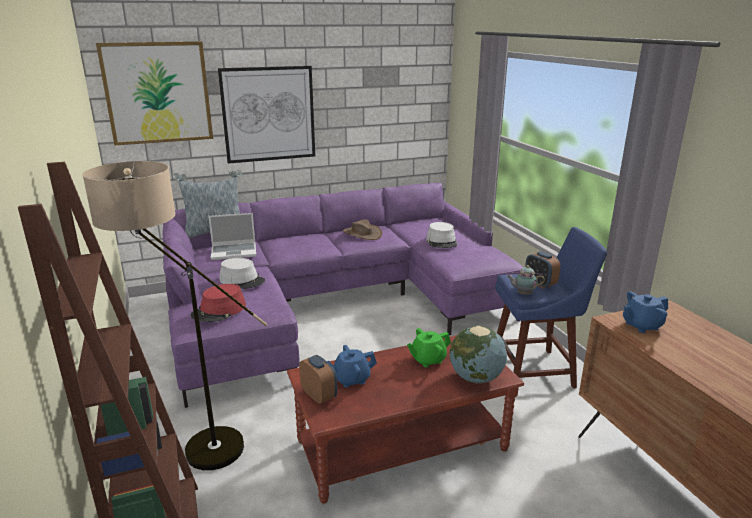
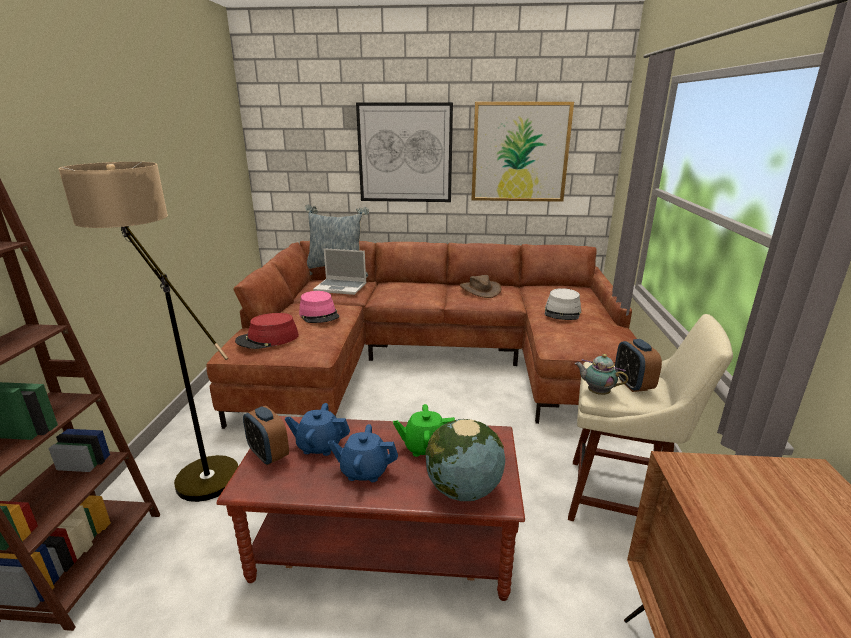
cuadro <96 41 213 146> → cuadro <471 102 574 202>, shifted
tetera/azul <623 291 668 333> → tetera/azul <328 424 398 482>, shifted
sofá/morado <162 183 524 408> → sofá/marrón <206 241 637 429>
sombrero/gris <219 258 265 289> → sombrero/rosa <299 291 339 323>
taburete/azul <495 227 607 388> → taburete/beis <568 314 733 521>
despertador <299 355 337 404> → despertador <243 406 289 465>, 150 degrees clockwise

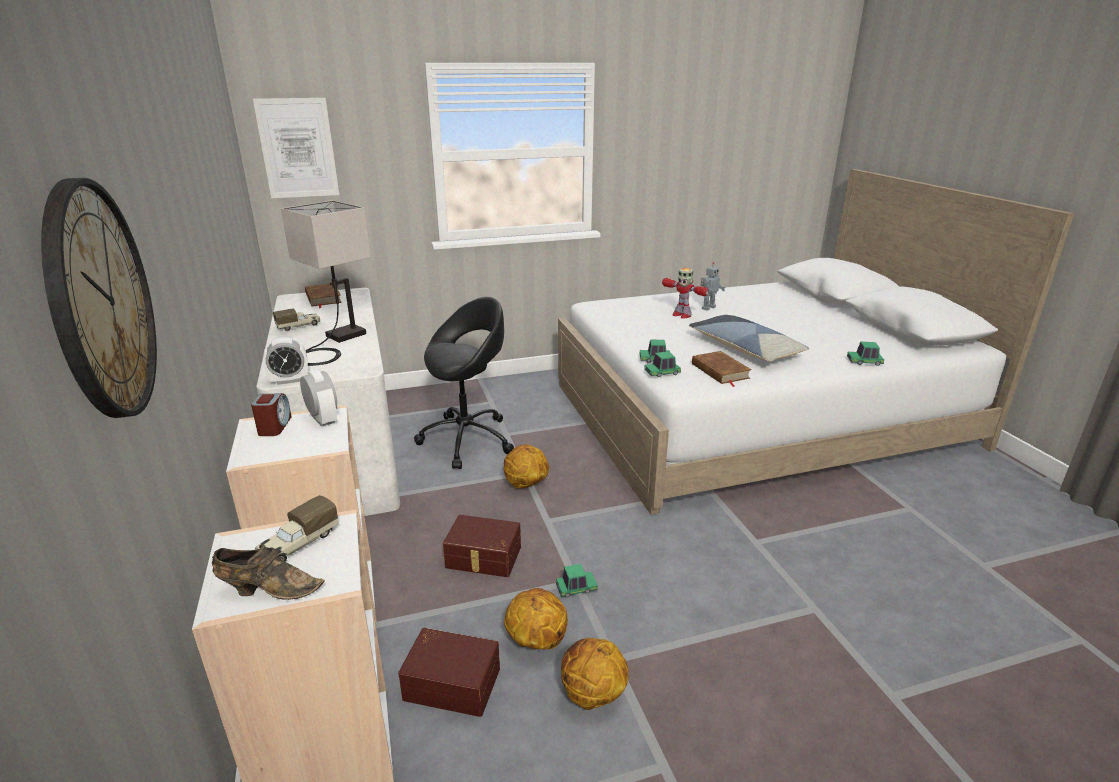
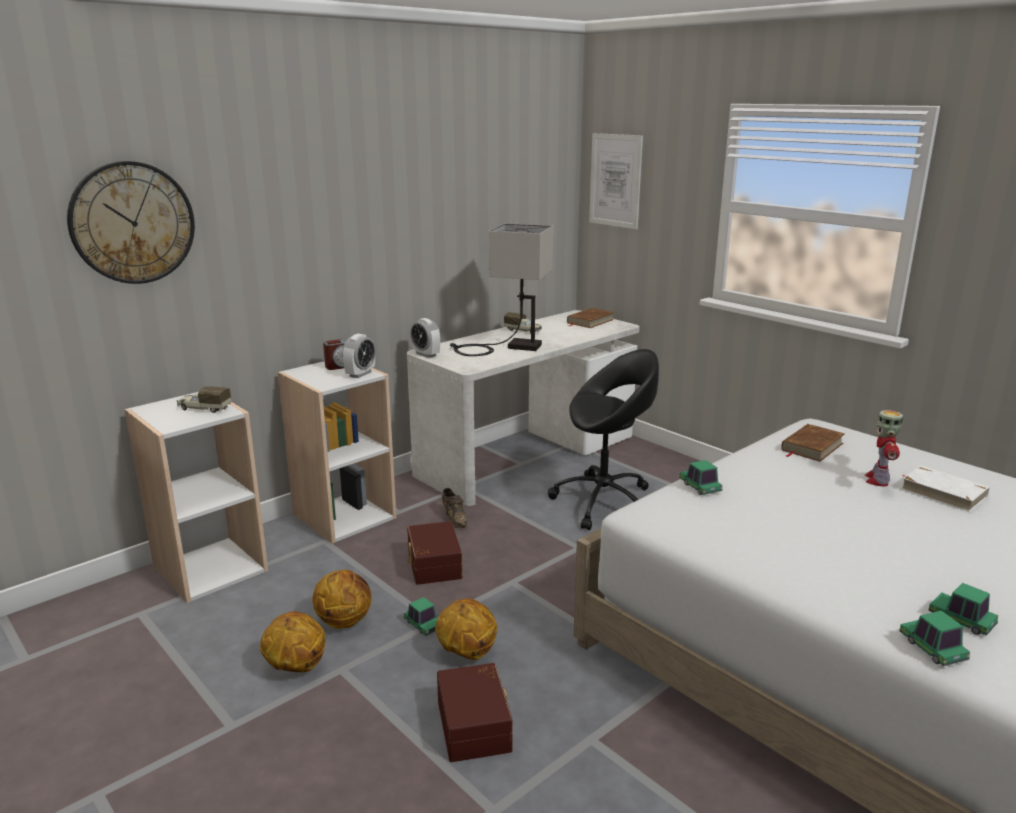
cojín <689 315 809 362> → -
zapato/marrón <212 544 325 600> → zapato/marrón <442 488 467 528>, shifted
caja de almacenaje/marrón <398 628 500 717> → caja de almacenaje/marrón <437 663 512 762>, shifted
balón de baloncesto <504 444 549 489> → balón de baloncesto <435 599 497 660>, shifted
coche de juguete <644 351 681 377> → coche de juguete <928 583 998 636>, shifted
libro/marrón <692 351 751 387> → libro/marrón <781 424 845 462>, shifted
robot de juguete <700 262 726 310> → libro/blanco <900 466 990 512>
silla de oficina/negro <414 297 514 469> → silla de oficina/negro <548 349 659 530>, 45 degrees counterclockwise

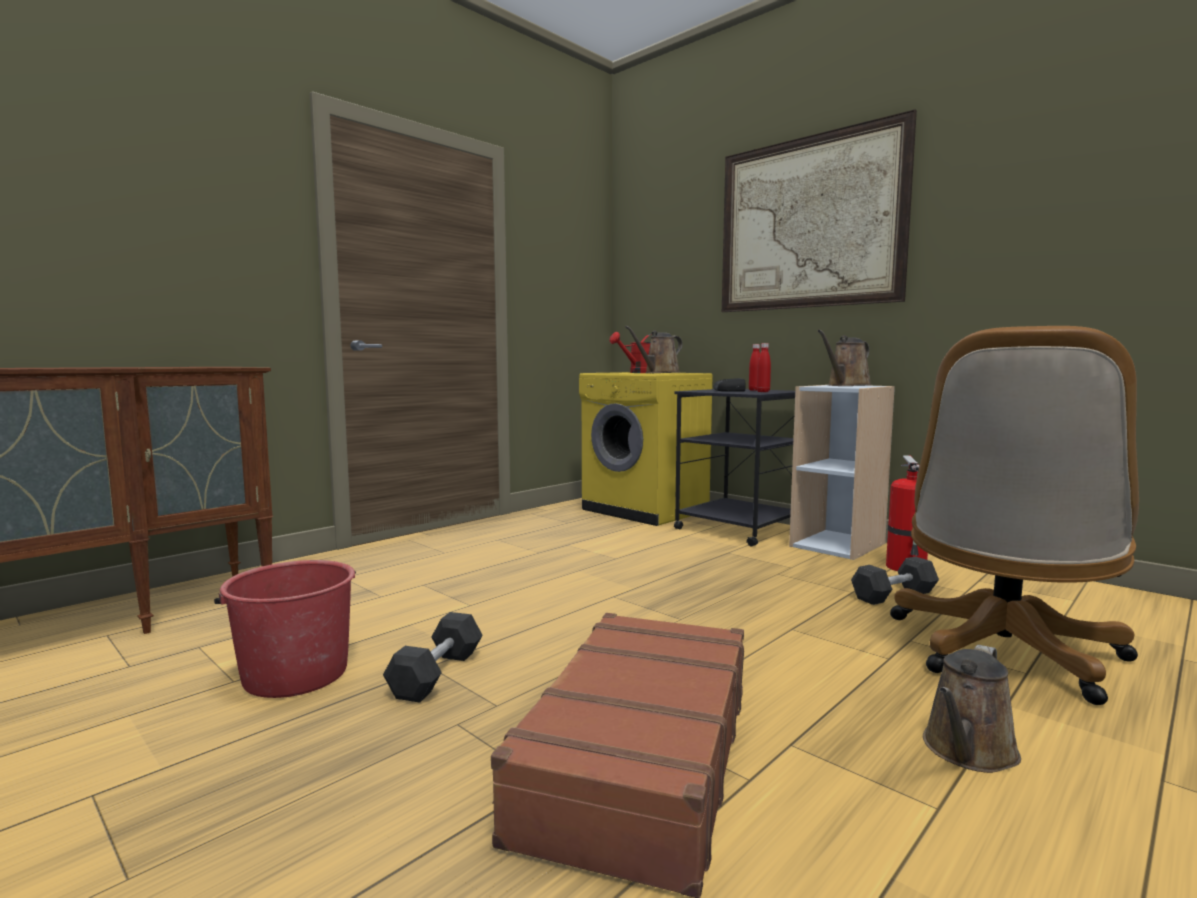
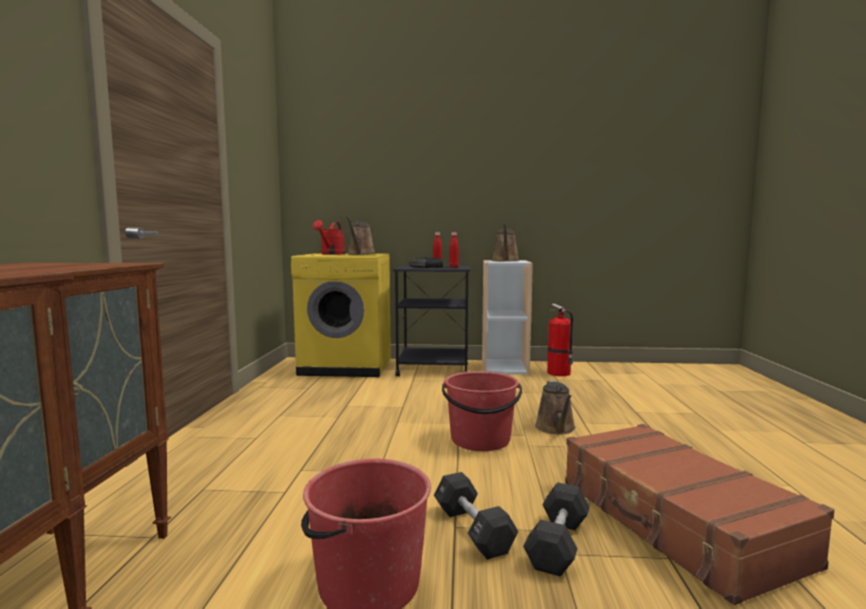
cuadro <722 110 917 312> → -
silla de oficina <890 326 1139 705> → -
- → cubo/rojo <442 371 522 451>
mancuerna/gris <851 556 939 605> → mancuerna/gris <523 482 590 577>, shifted
regadera/marrón <923 645 1021 773> → regadera/marrón <535 380 576 435>, shifted

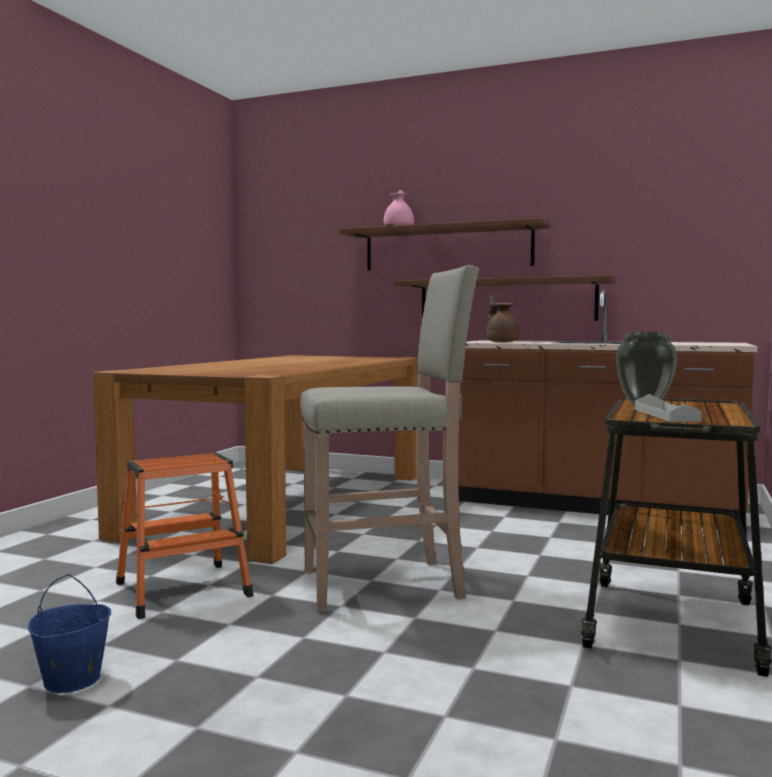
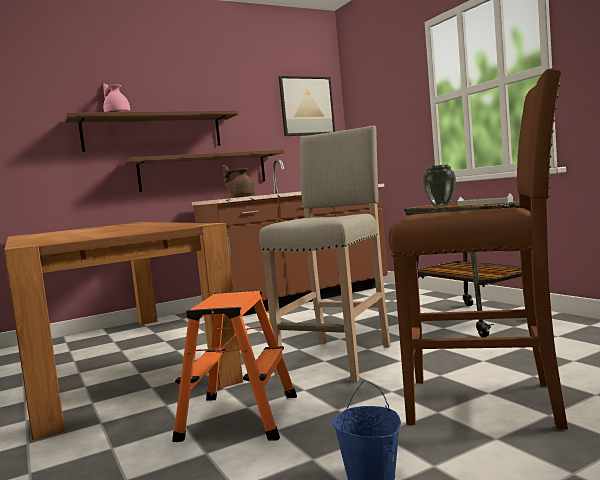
- → cuadro <279 76 335 136>
- → taburete/marrón <389 68 568 430>

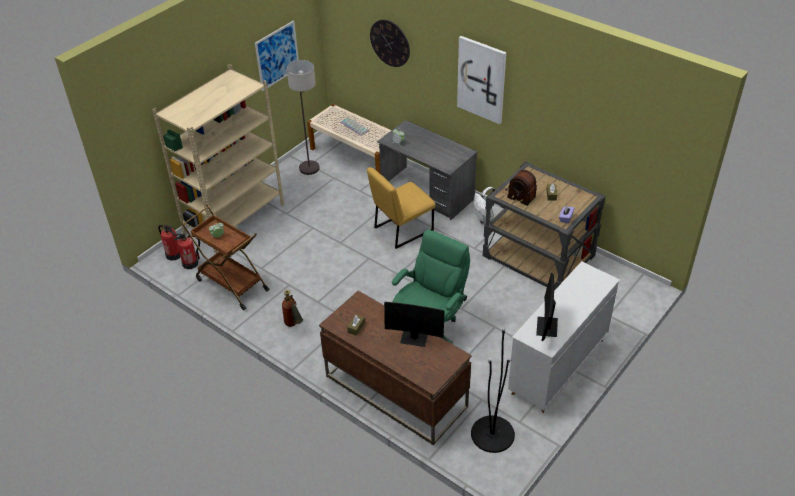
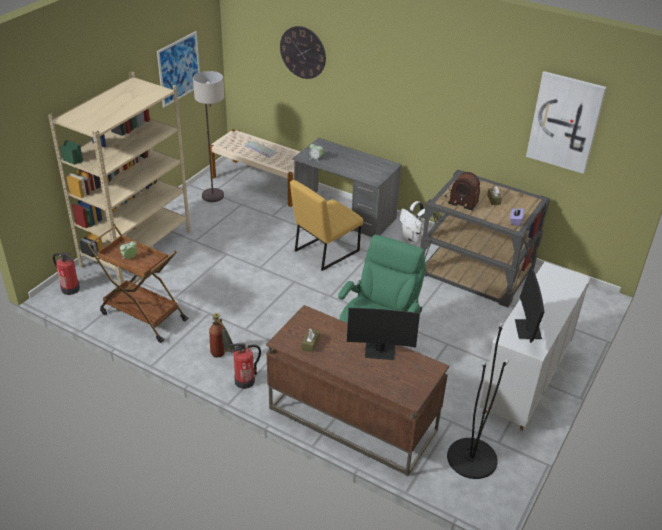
extintor <172 233 200 269> → extintor <230 343 261 389>, shifted
cuadro <457 36 506 124> → cuadro <526 71 606 174>, shifted

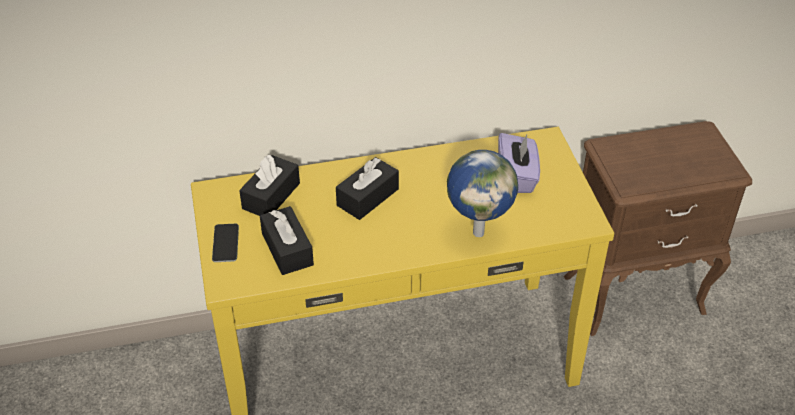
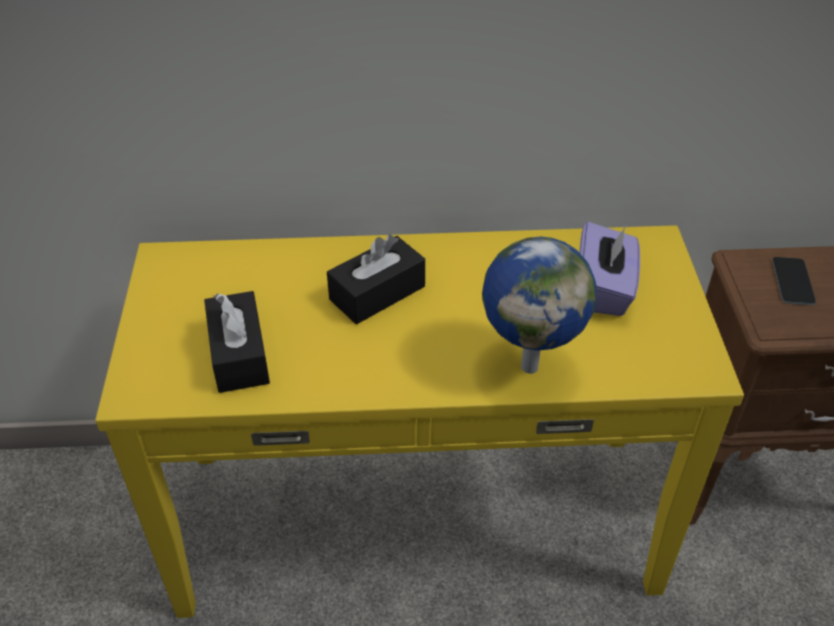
caja de pañuelos/negro <239 155 300 216> → -
móvil <212 224 239 262> → móvil <772 257 816 305>, shifted

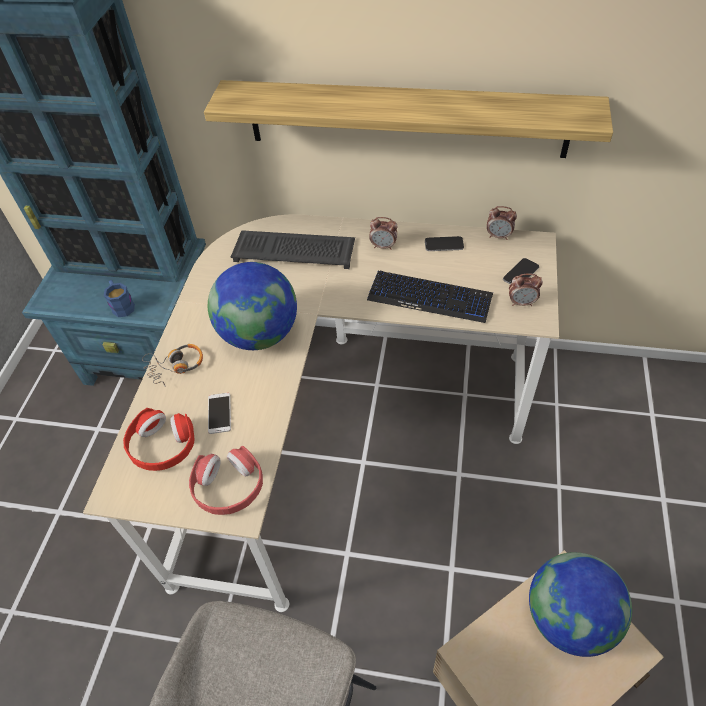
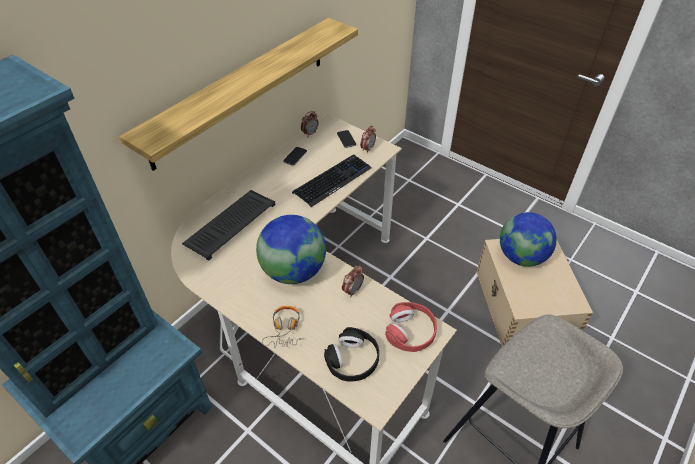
taza grande/azul <104 280 135 317> → -
móvil <208 393 231 434> → -
despertador <369 217 398 250> → despertador <342 265 364 298>, shifted
auriculares/rojo <123 408 194 471> → auriculares/negro <324 327 379 382>

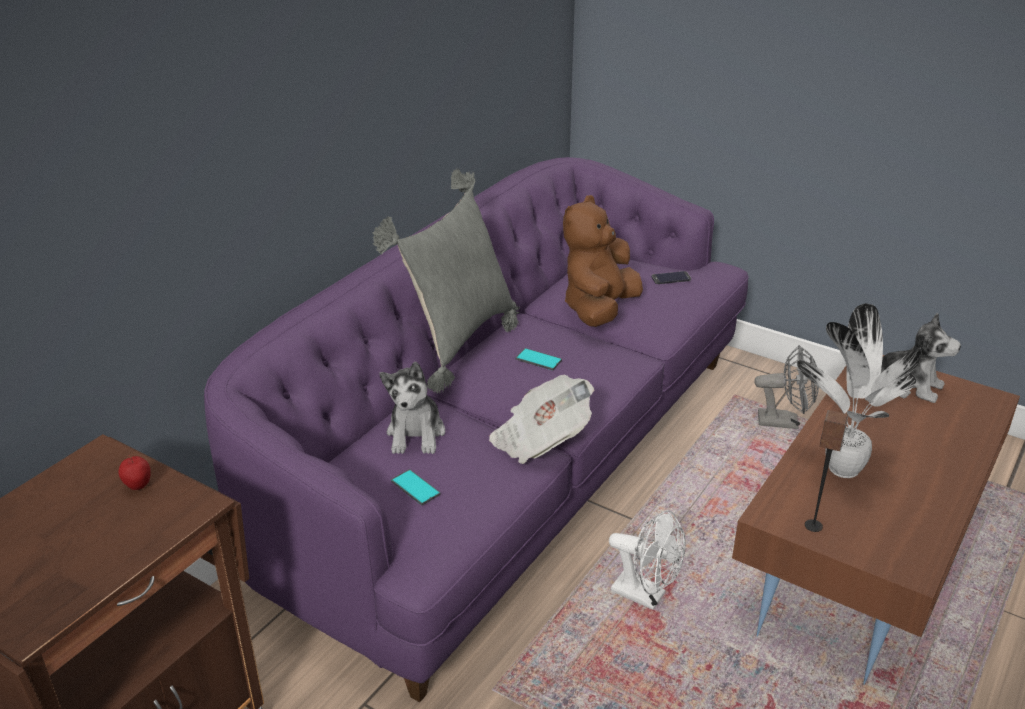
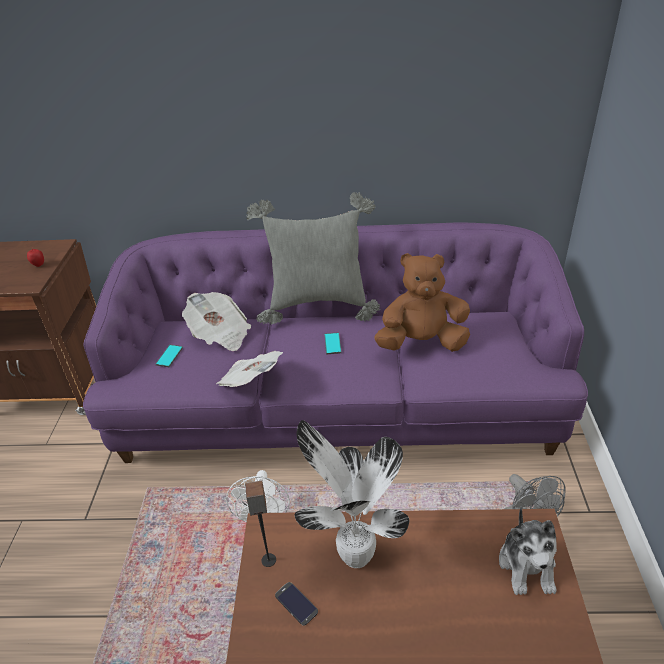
móvil <652 271 691 284> → móvil <275 582 318 626>, shifted
peluche <380 362 445 454> → periódico <182 292 251 351>

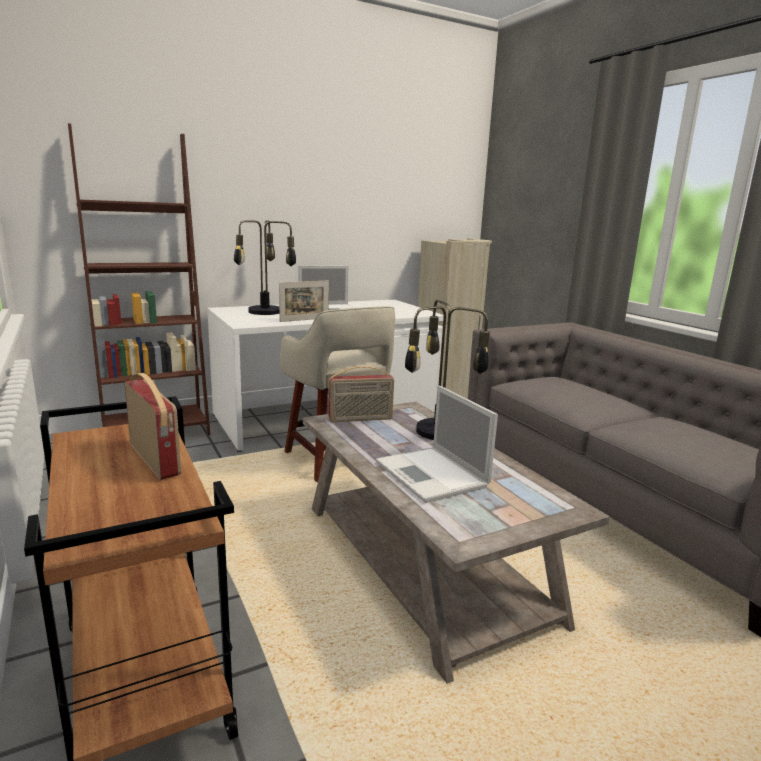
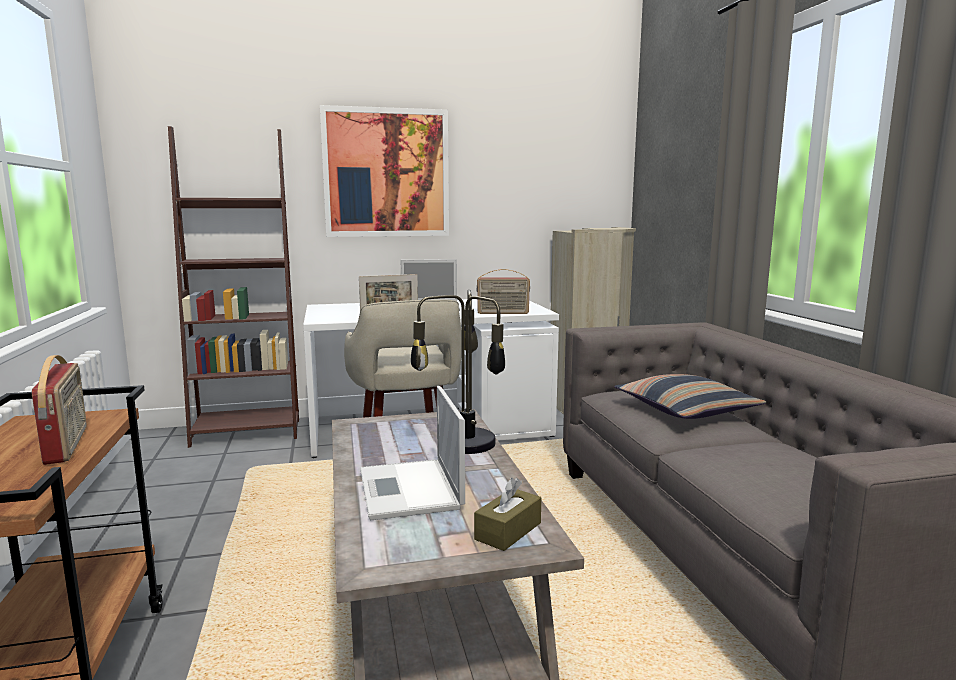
lámpara de mesa <234 220 296 315> → -
- → cuadro <320 105 449 237>
- → caja de pañuelos/marrón <474 478 541 551>
- → cojín <615 374 766 419>
radio <328 366 394 422> → radio <477 269 530 314>, shifted

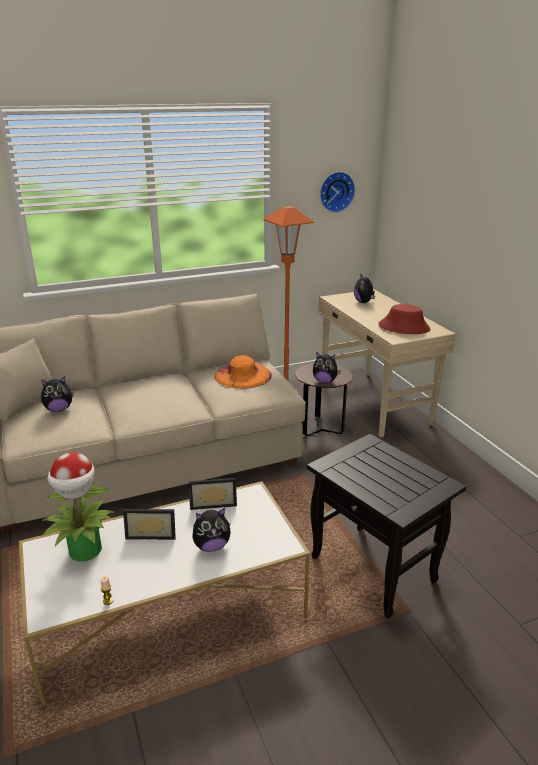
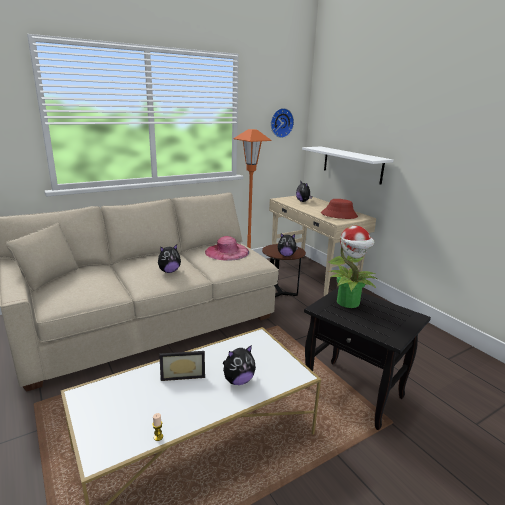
portarretratos <188 478 237 510> → -
- → estante/blanco <302 147 393 185>
peluche <41 376 74 412> → peluche <158 244 181 273>, shifted
planta en maceta <42 452 114 562> → planta en maceta <328 226 377 308>, shifted
sombrero/naranja <214 355 272 389> → sombrero/rosa <205 236 249 261>

